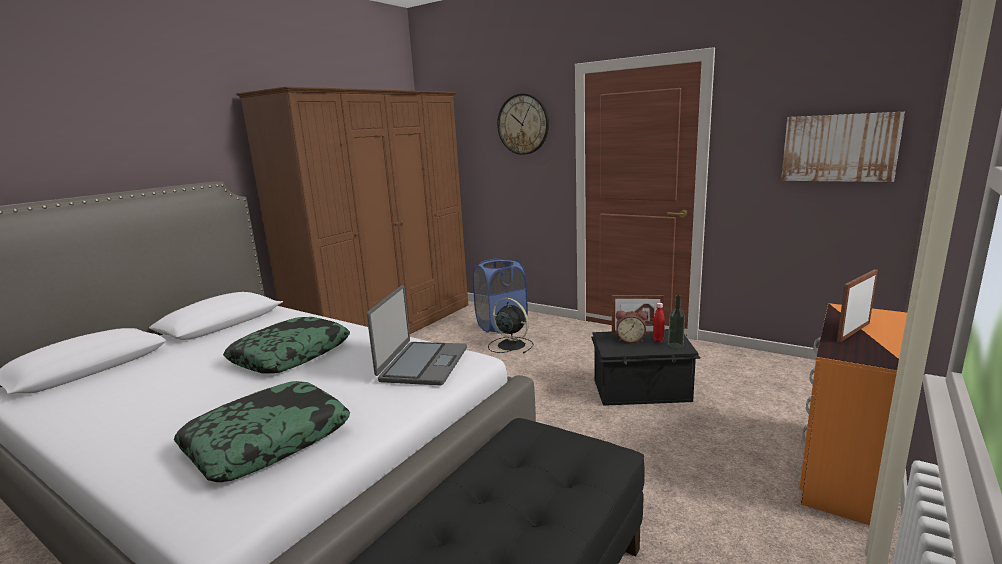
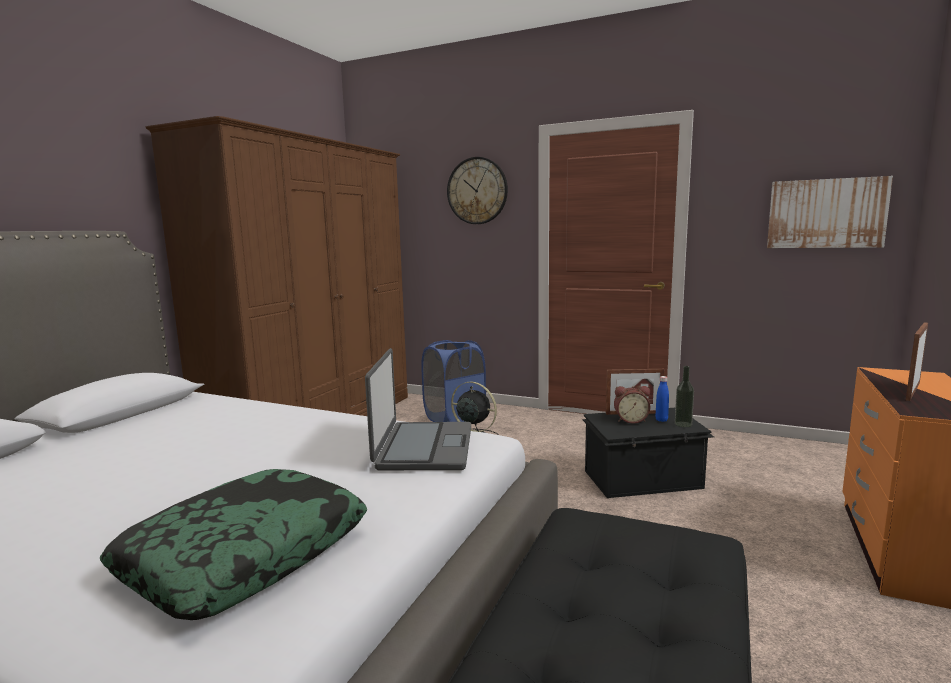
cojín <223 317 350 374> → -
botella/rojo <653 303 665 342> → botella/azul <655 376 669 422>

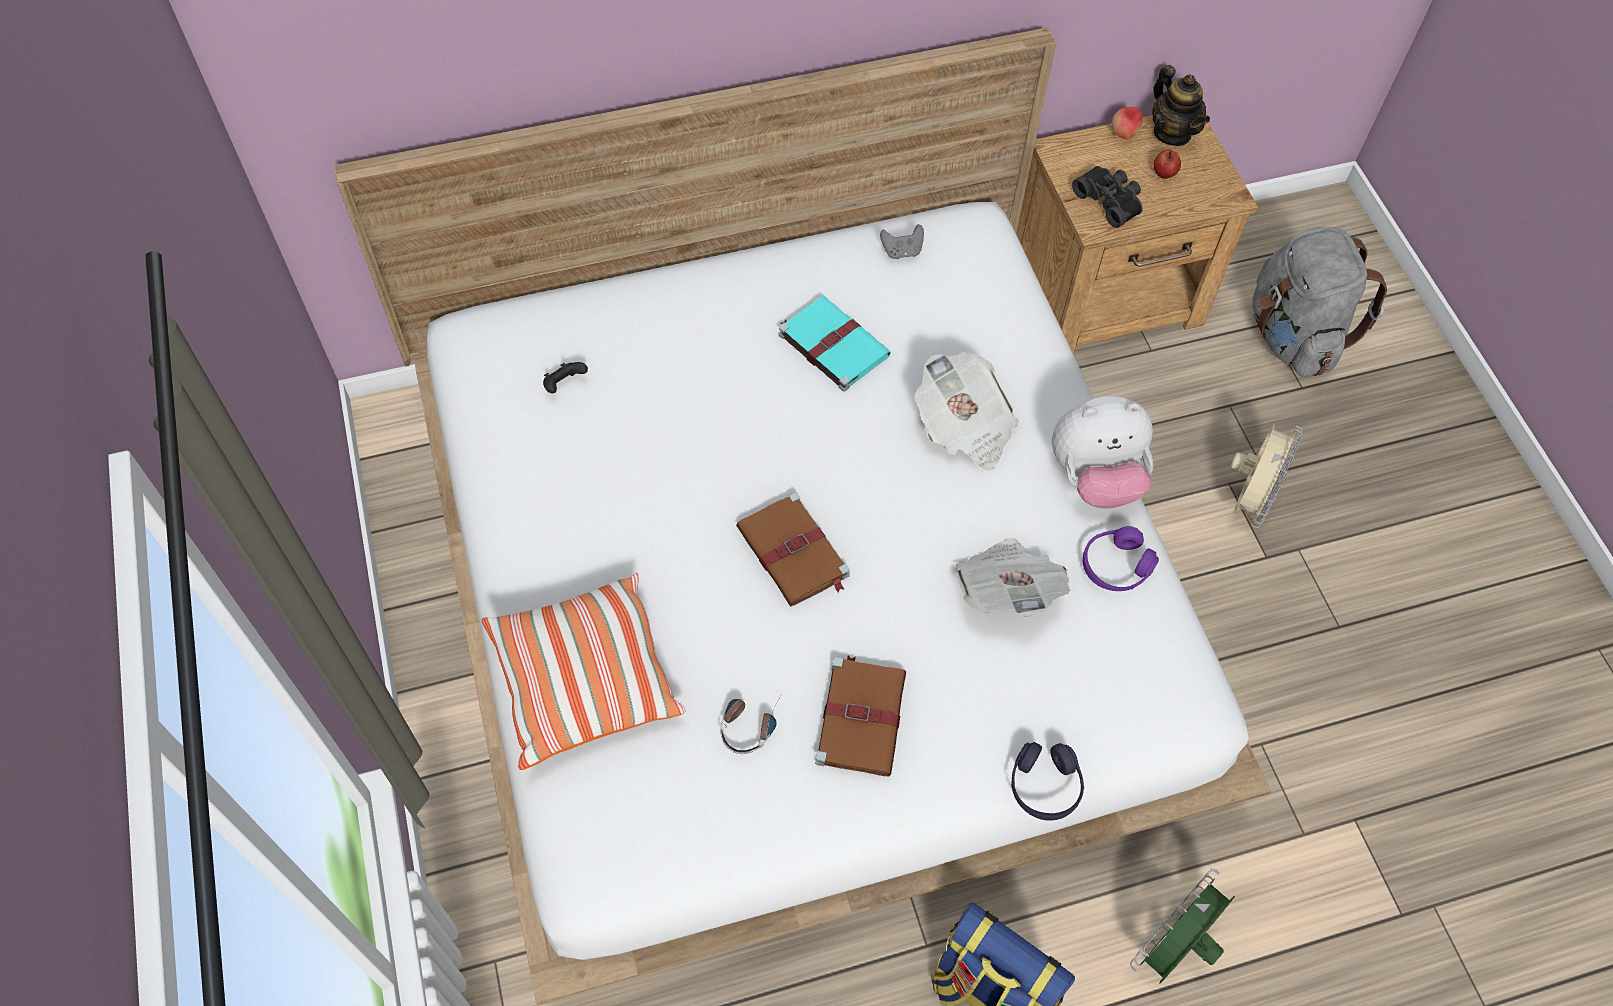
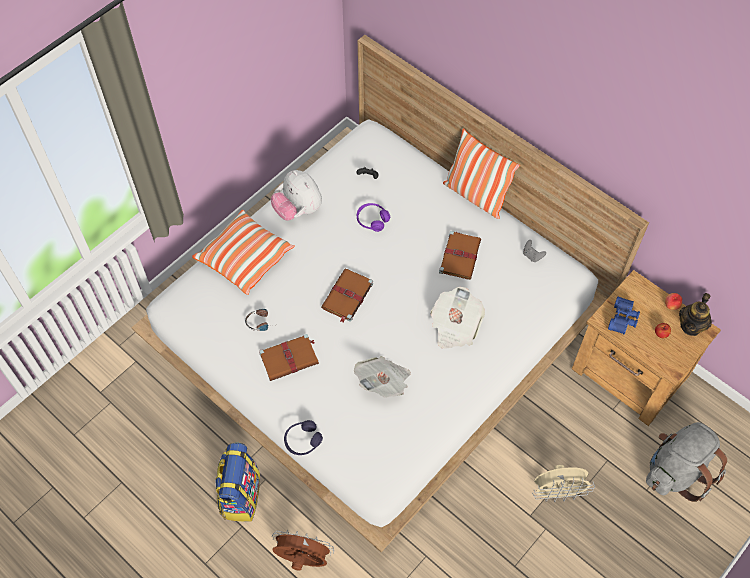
- → cojín <443 128 520 219>
peluche <1052 396 1153 509> → peluche <271 170 322 221>, shifted
auriculares/morado <1083 526 1159 591> → auriculares/morado <357 203 390 232>, shifted
libro/turquesa <778 295 891 391> → libro/marrón <439 231 481 280>
prismáticos/negro <1072 166 1143 228> → prismáticos/azul <608 296 640 334>
ventilador/verde <1130 869 1235 984> → ventilador/marrón <272 530 334 571>

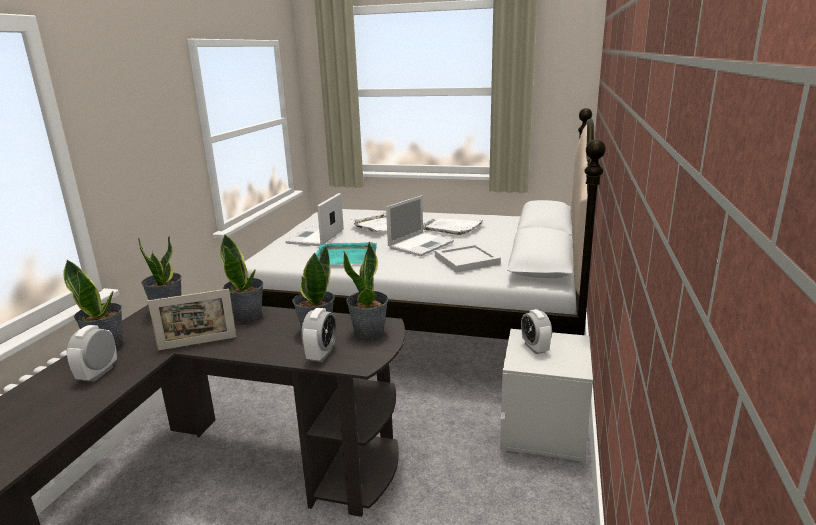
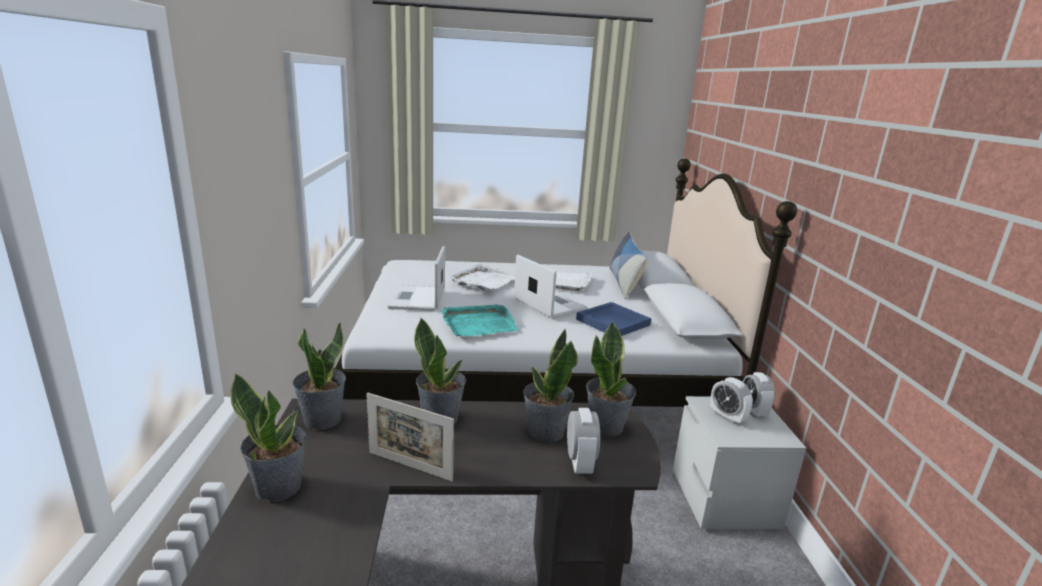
- → cojín <610 232 648 299>
despertador <67 325 117 382> → despertador <743 372 775 418>, shifted
bandeja/blanco <435 243 501 273> → bandeja/azul <576 302 651 336>
portarretratos <148 289 237 350> → portarretratos <366 392 454 481>, 60 degrees clockwise
portátil <386 195 454 256> → portátil <514 255 587 319>, 60 degrees counterclockwise

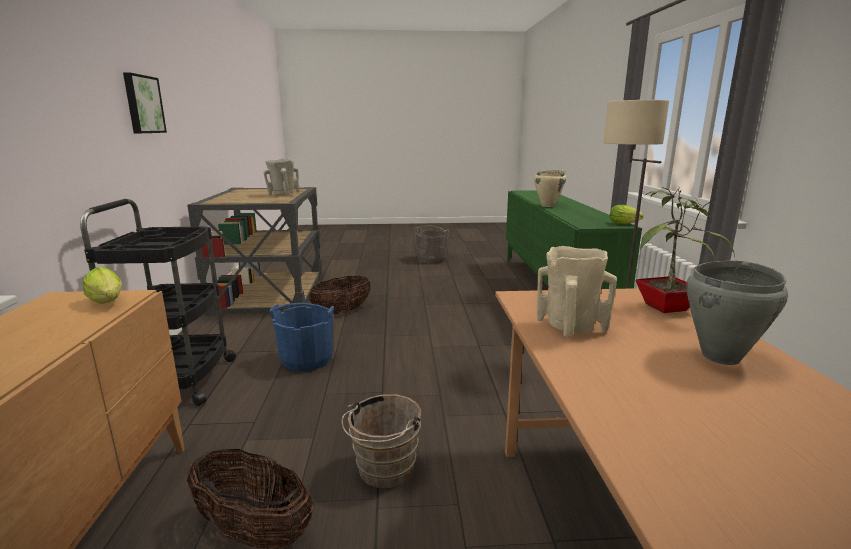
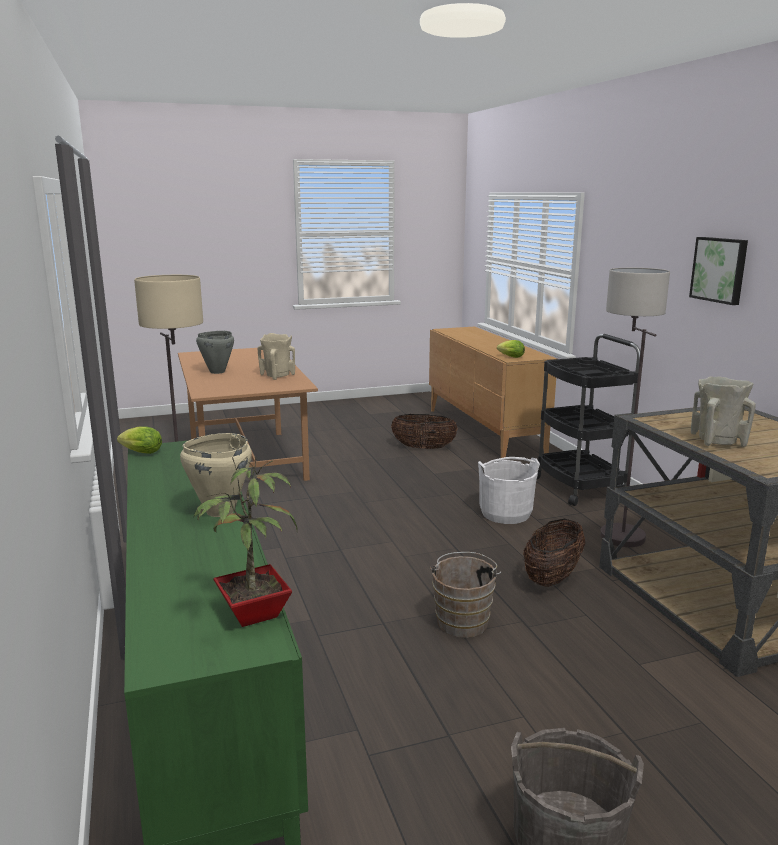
- → lámpara de pie/gris <600 268 670 547>
cubo/marrón <342 394 421 488> → cubo/marrón <430 552 501 638>, shifted
planta en maceta <635 186 735 313> → planta en maceta <194 457 297 627>, shifted
cubo/azul <270 303 334 371> → cubo/blanco <478 457 540 524>

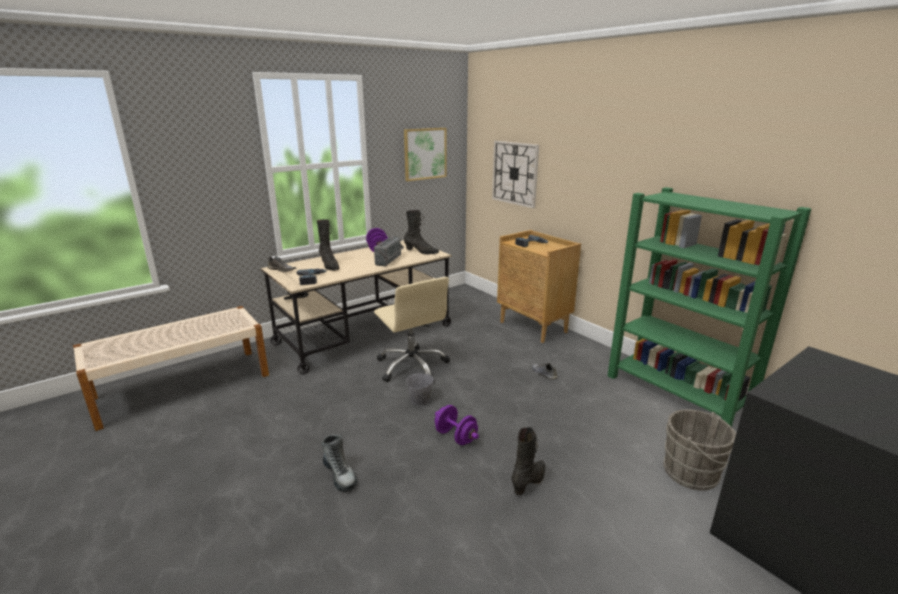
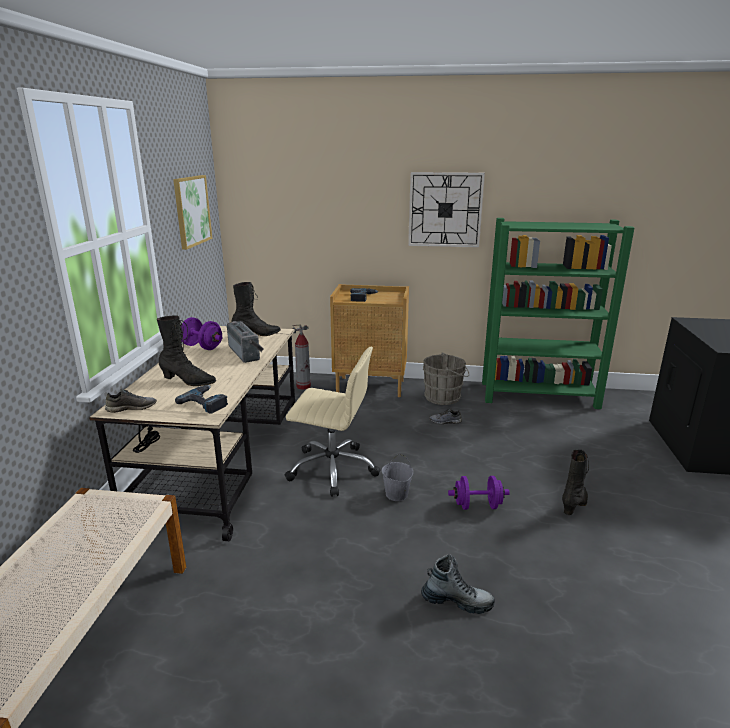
- → extintor <292 324 311 390>
reloj de pared <492 141 539 208> → reloj de pared <408 172 485 248>, shifted
cubo/gris <663 409 736 491> → cubo/gris <423 352 469 405>, shifted
bota/negro <511 427 545 495> → bota/negro <562 449 589 515>, 45 degrees clockwise

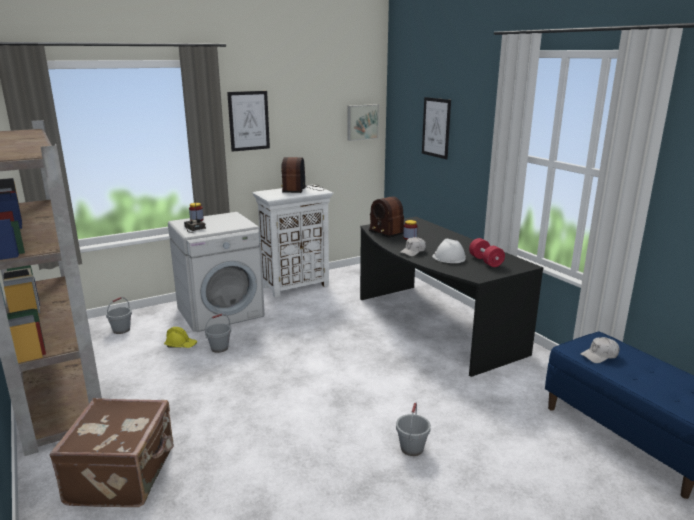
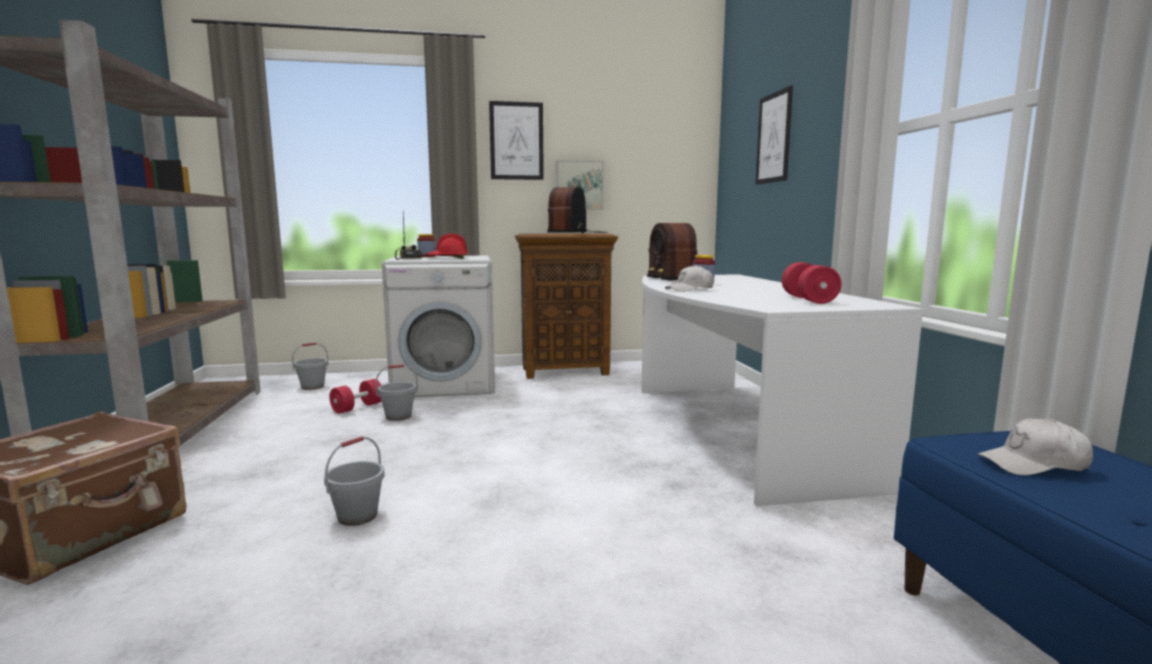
casco/blanco <432 239 466 263> → -
- → casco/rojo <426 233 467 259>
cuadro <348 104 379 141> → cuadro <556 160 604 210>, shifted
cubo/gris <396 402 431 456> → cubo/gris <324 436 384 526>, shifted
casco/amarillo <164 327 197 348> → mancuerna/rojo <329 379 381 414>
armario/blanco <252 184 334 298> → armario/marrón <515 234 619 379>
escritorio/negro <360 217 543 377> → escritorio/blanco <641 274 924 506>

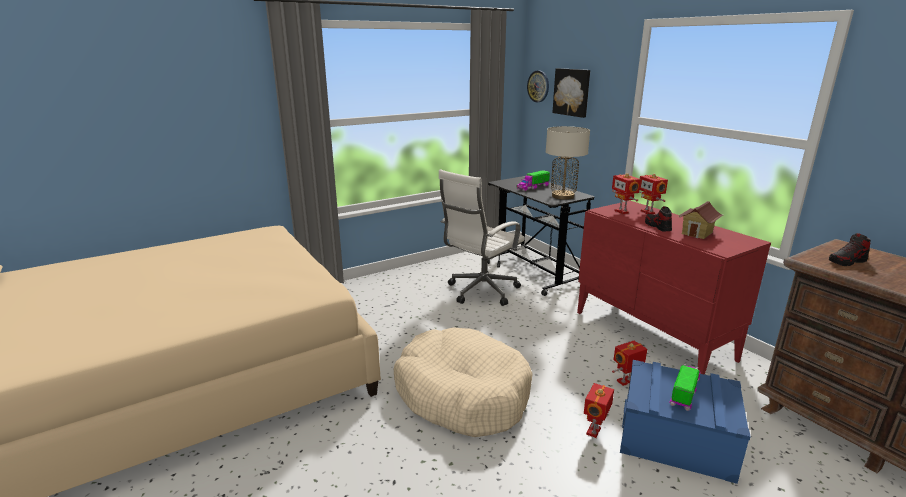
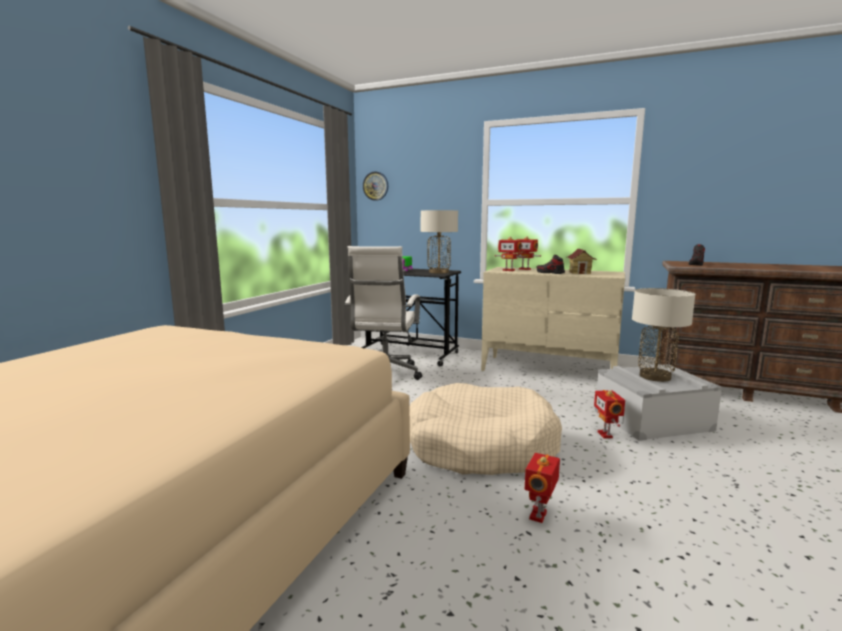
cuadro <552 68 590 118> → -
robot de juguete <612 341 647 386> → robot de juguete <525 453 560 523>, shifted
camión de juguete <669 363 700 411> → lámpara de mesa <632 288 695 382>
armario/rojo <577 201 771 375> → armario/beis <481 267 625 371>
caja de almacenaje/azul <620 360 751 484> → caja de almacenaje/gris <595 363 722 441>

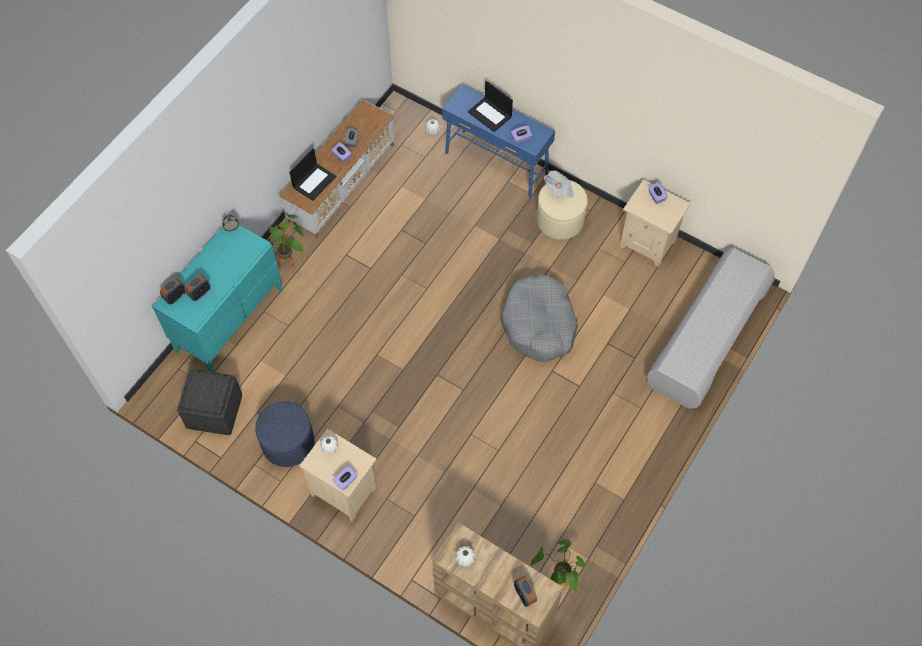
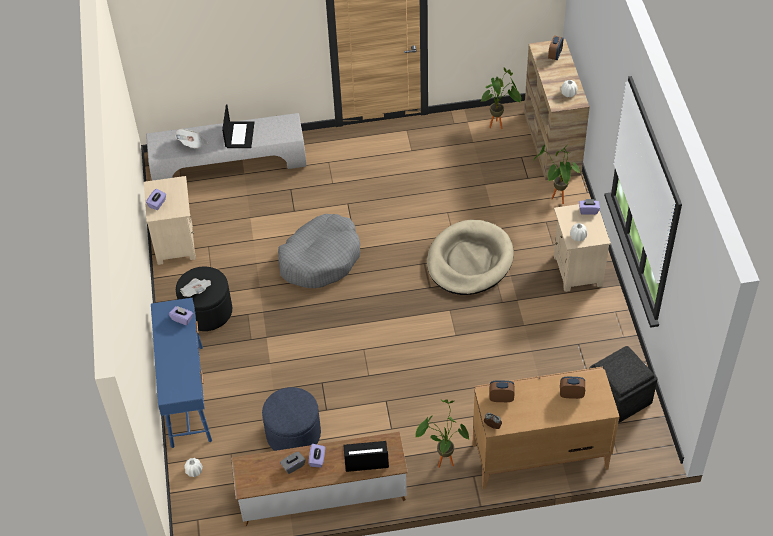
- → periódico <175 129 209 149>
- → cama para perro/beis <427 220 514 295>
- → planta en maceta <533 144 580 204>
despertador <160 278 186 305> → despertador <489 380 514 402>, shifted
puf/azul <255 402 315 467> → puf/azul <262 387 321 451>, shifted
portátil <468 81 513 132> → portátil <222 104 254 148>, shifted
armario/turquesa <152 225 283 372> → armario/marrón <472 367 620 489>
puf/beis <536 180 588 240> → puf/negro <176 266 232 331>

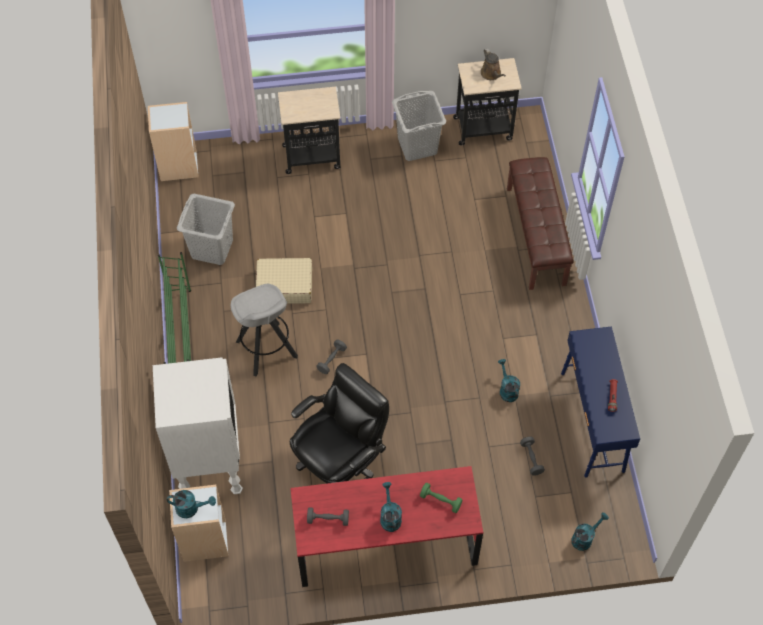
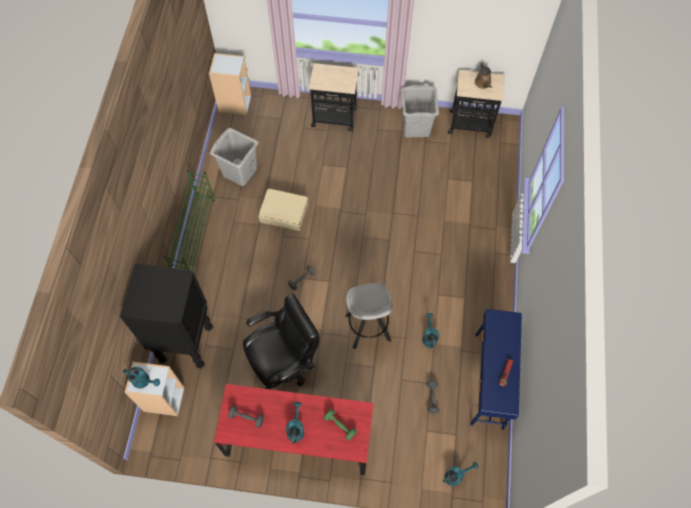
banco/marrón <507 157 573 290> → -
taburete/gris <231 284 298 377> → taburete/gris <345 283 393 349>, shifted
armario/blanco <153 357 243 494> → armario/negro <120 263 213 368>

